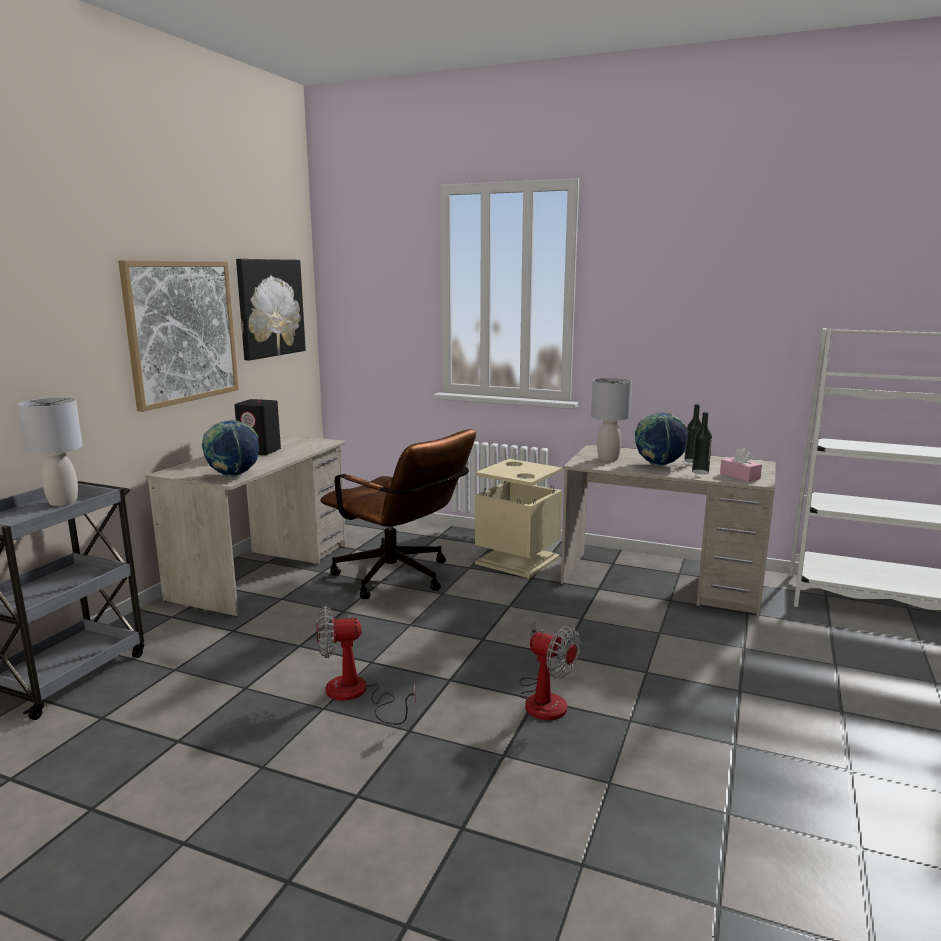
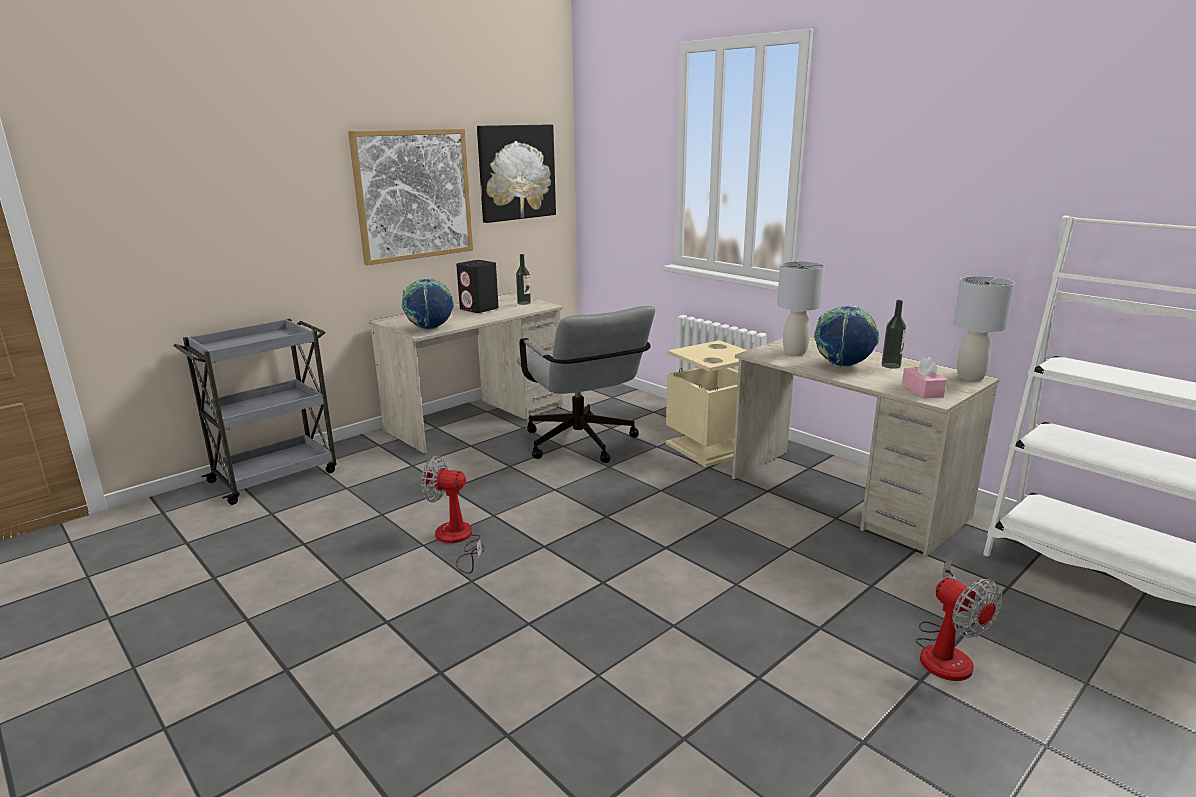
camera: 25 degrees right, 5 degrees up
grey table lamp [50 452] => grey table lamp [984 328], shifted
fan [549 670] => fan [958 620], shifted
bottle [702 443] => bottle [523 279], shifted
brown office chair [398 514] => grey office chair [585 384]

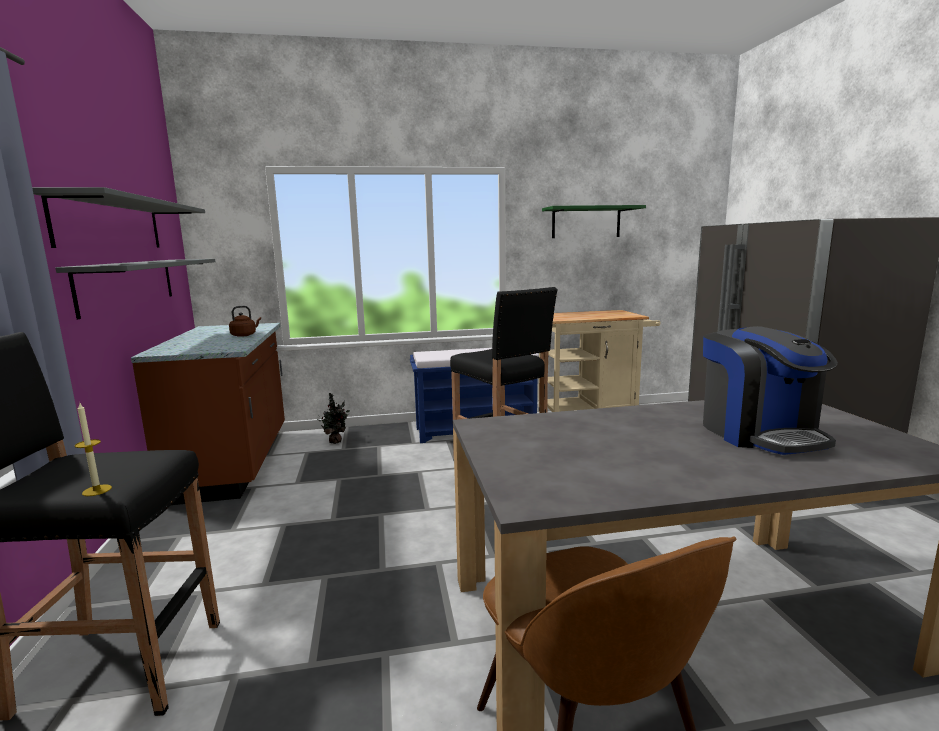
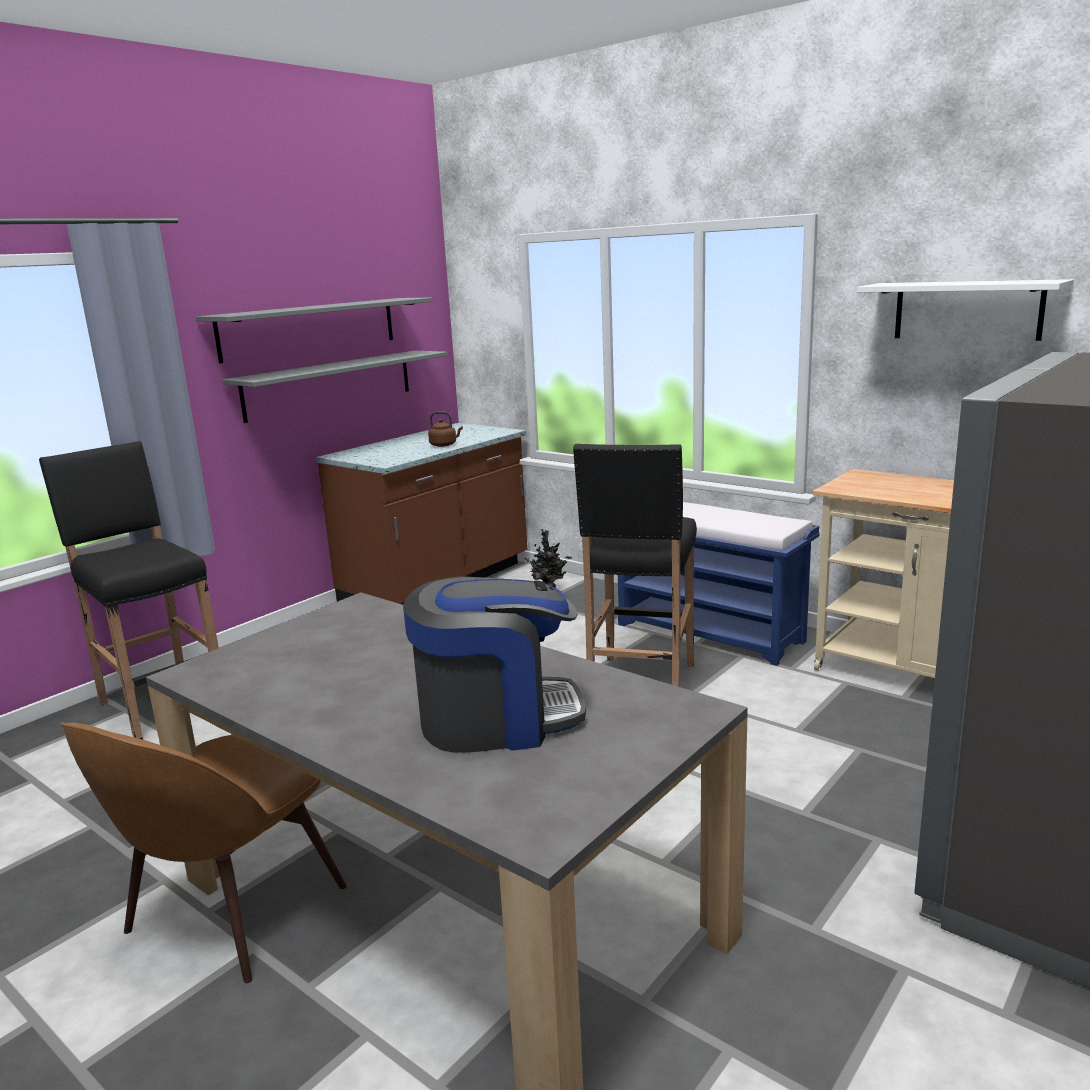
camera: 50 degrees right, 5 degrees up
candle [93 449] => nothing
green shelf [594 221] => white shelf [965 310]
coffee machine [770 390] => coffee machine [494 664], 135 degrees counterclockwise

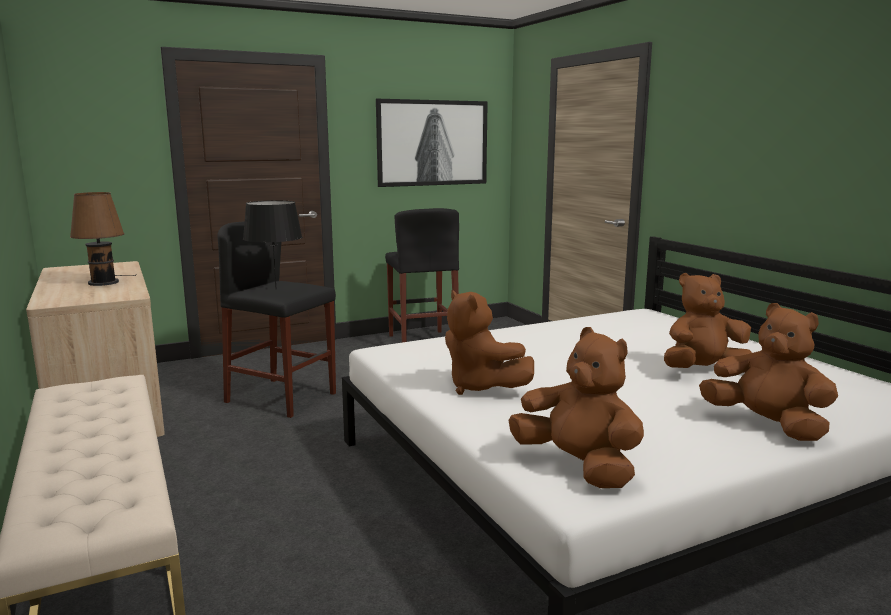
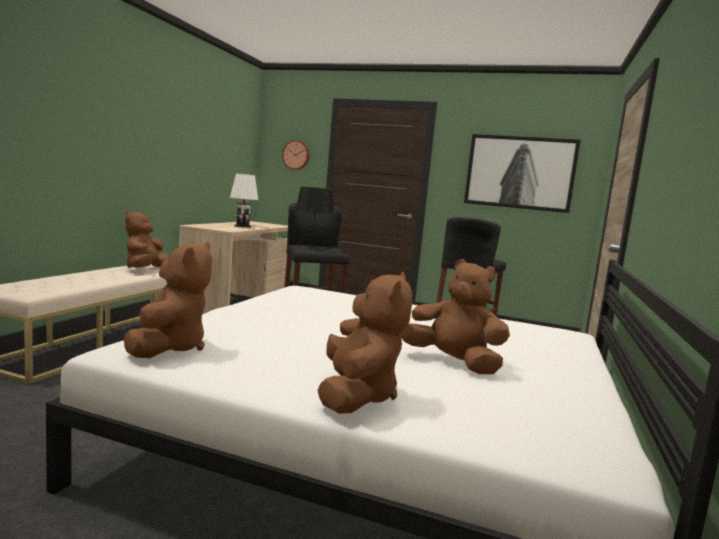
camera: 45 degrees right, 5 degrees down
nothing => wall clock [296 155]
brown plush toy [489 342] => brown plush toy [147 239], shifted
brown table lamp [103 239] => white table lamp [247 200]

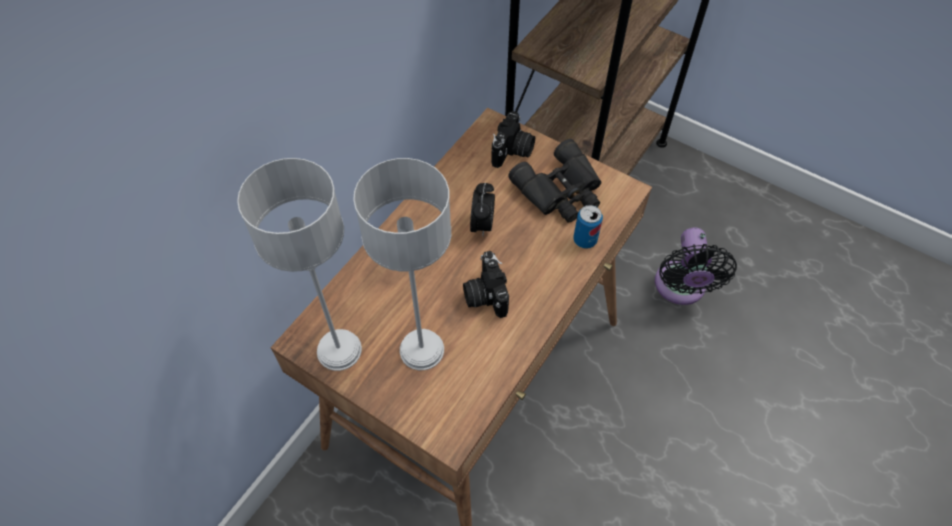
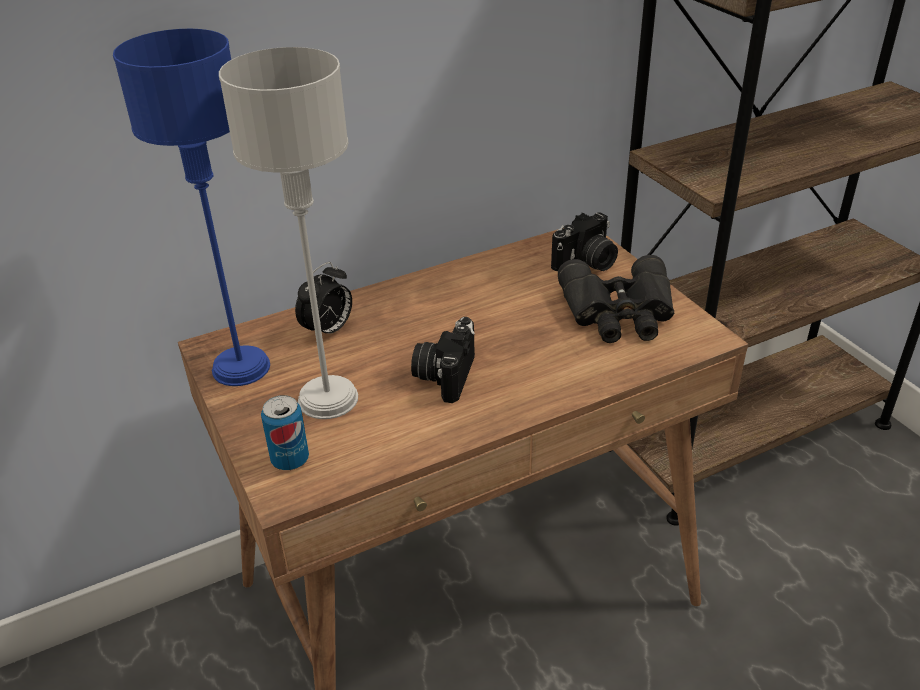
camera: 30 degrees right, 20 degrees down
black fan [696 266] => nothing
alarm clock [482 209] => alarm clock [323 298], shifted
can [588 227] => can [285 432], shifted
grey table lamp [299 264] => blue table lamp [191 207]

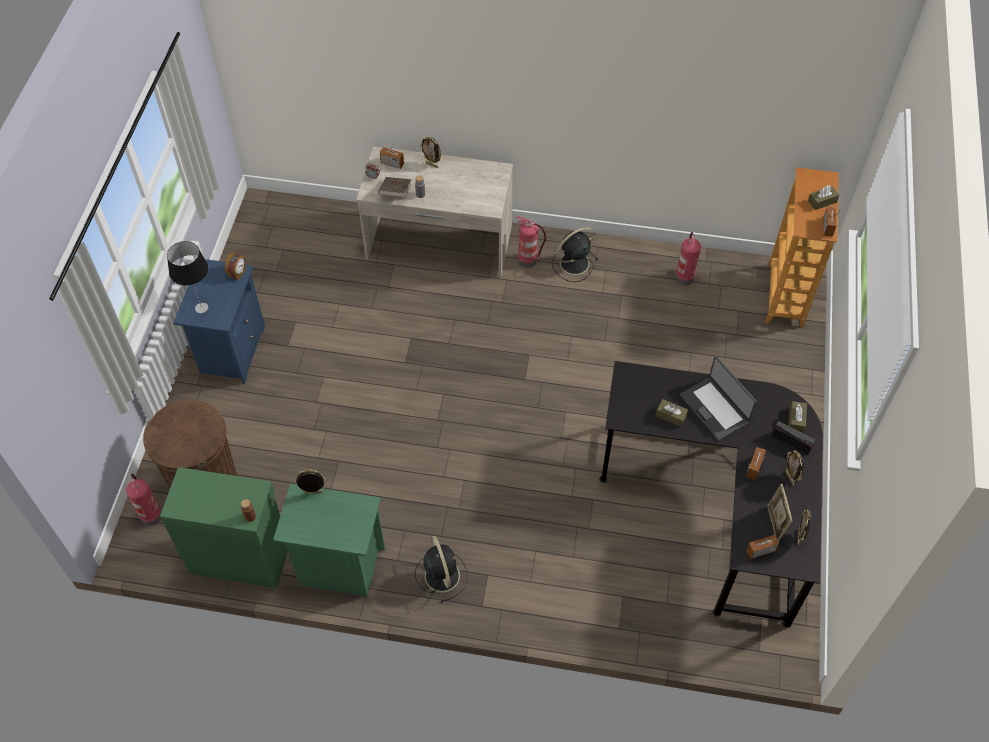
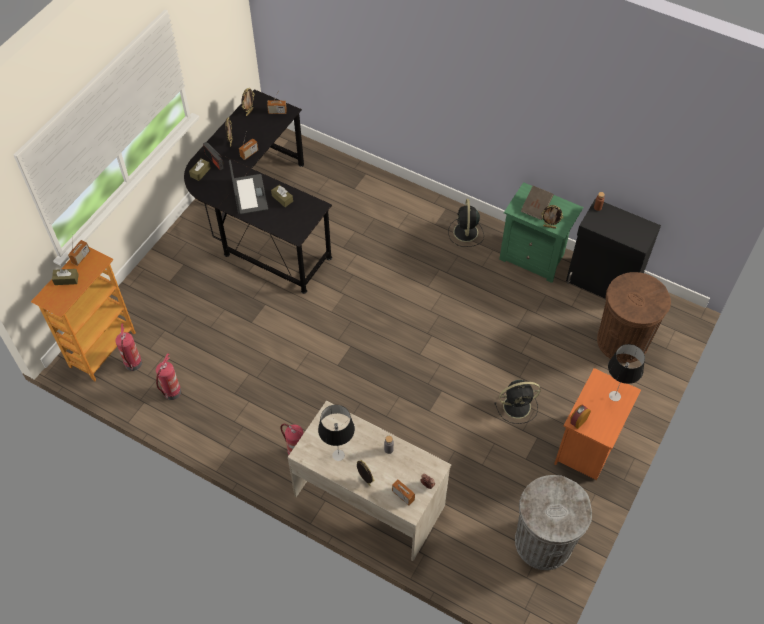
camera: 160 degrees left, 0 degrees up
picture frame [780 513] => nothing
nothing => table lamp [336 433]
nothing => grey trash can [553 522]
fire extinguisher [144 499] => fire extinguisher [128 347], shifted
brown book [394 187] => brown book [537 203], shifted
black fan [575 254] => black fan [517 402], shifted
green cabinet [224 527] => black cabinet [613 248]
blue nightstand [219 321] => orange nightstand [597 424]

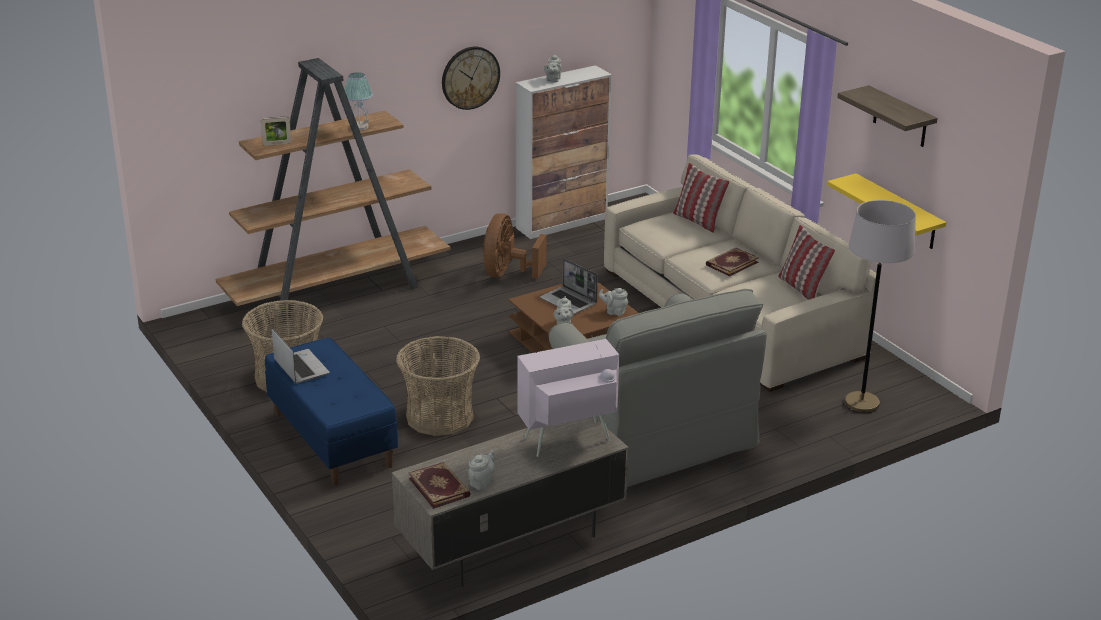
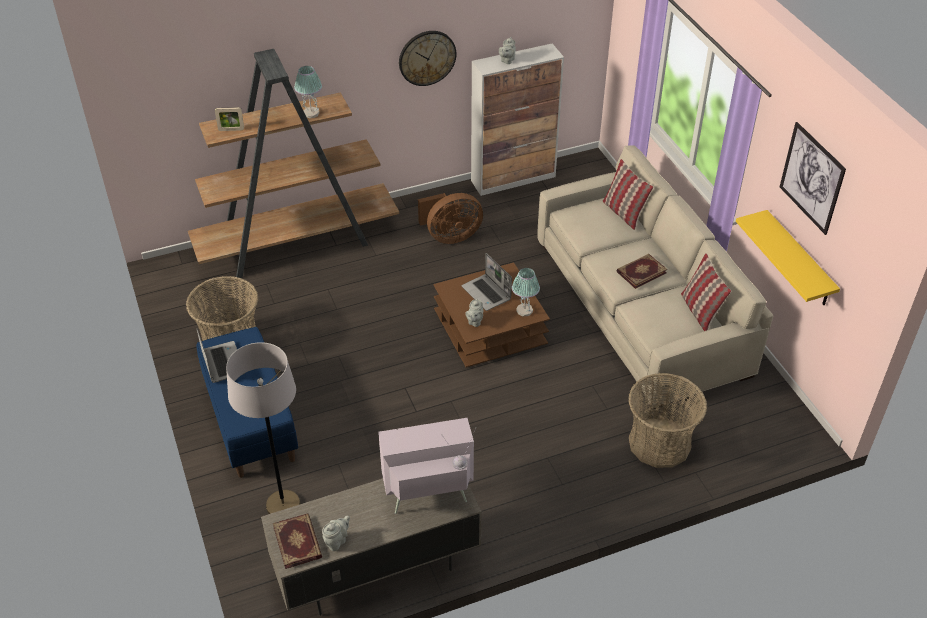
camera: 10 degrees right, 15 degrees up
grey armchair [658 388] => nothing
basket [438 386] => basket [667 420], shifted
grey floor lamp [880 306] => grey floor lamp [263 428], shifted
grey teapot [613 302] => table lamp [526 292]
shelf [887 116] => picture [813 178]
brown fan [514 245] => brown fan [450 218], 135 degrees counterclockwise

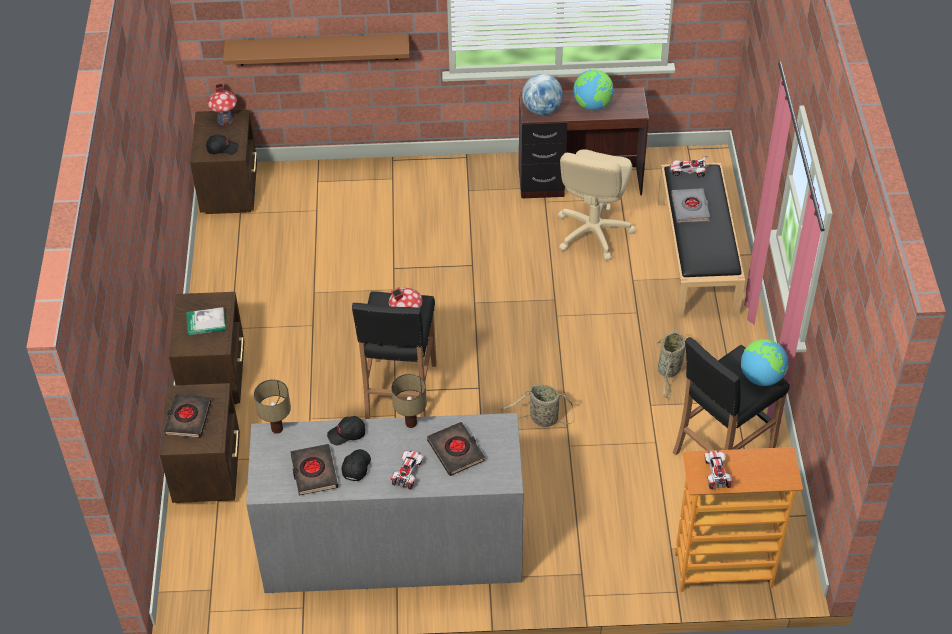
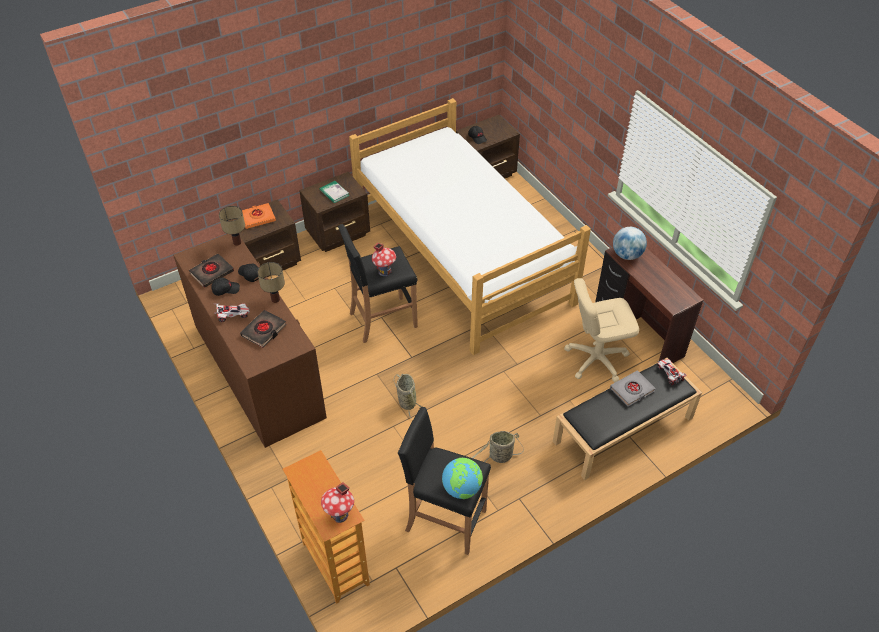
camera: 60 degrees right, 0 degrees up
brown shelf [316 49] => nothing
globe [593 89] => nothing
toy car [718 469] => nothing
nothing => bed [470 226]
toy house [222 103] => toy house [337 502], shifted
black book [187 416] => orange book [259 216]
grey dresser [385 503] => brown dresser [250 341]

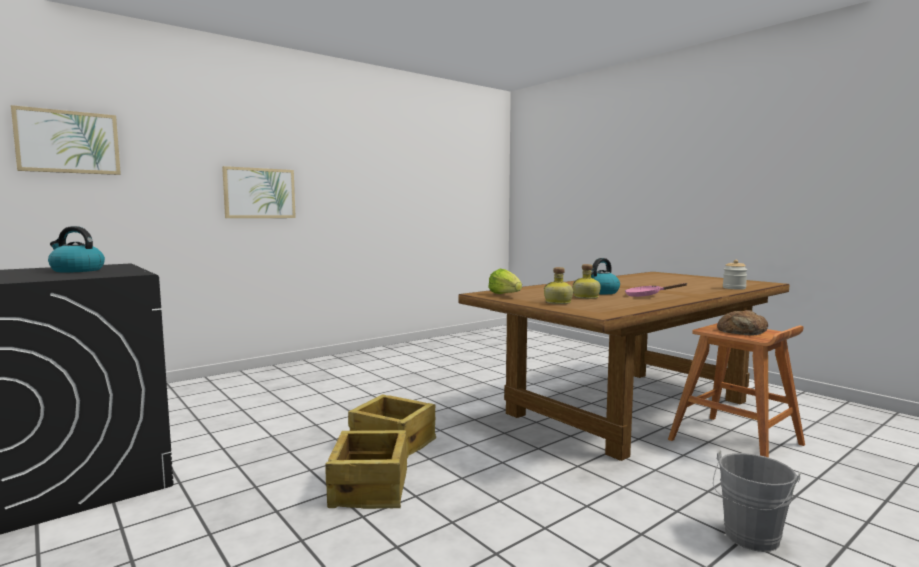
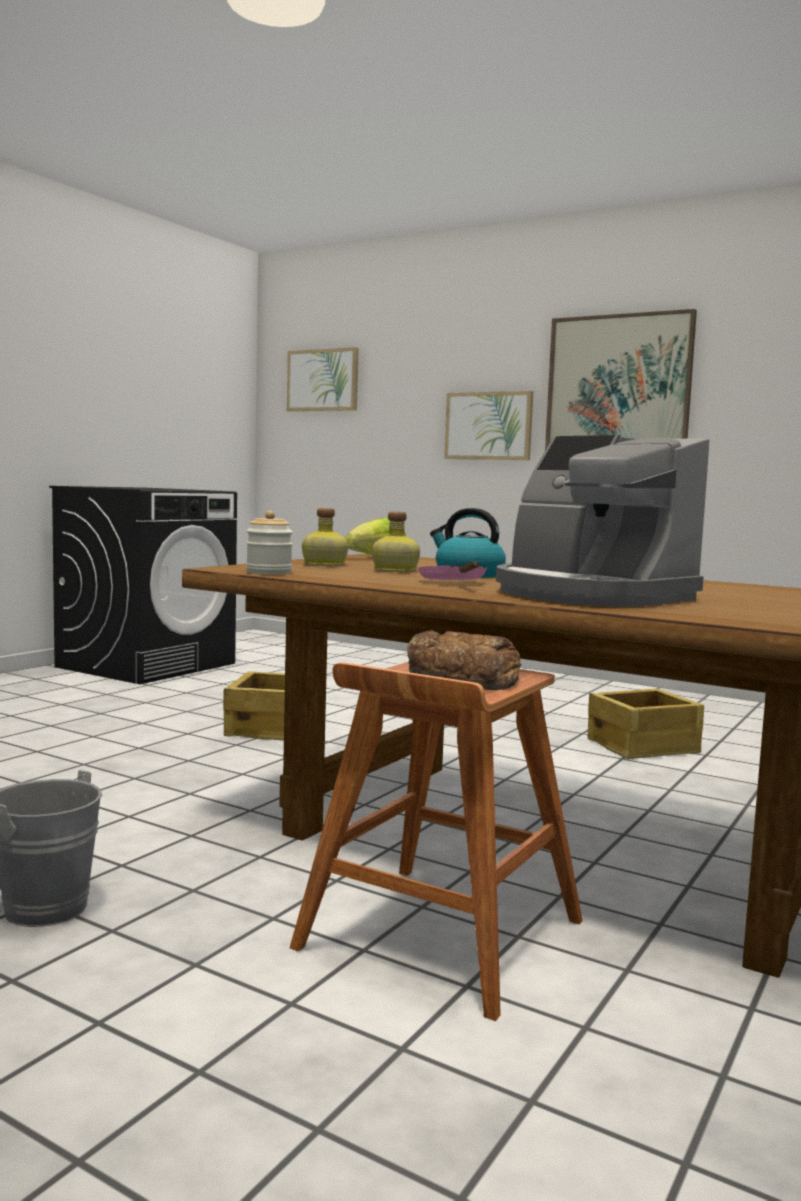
camera: 70 degrees right, 0 degrees up
kettle [76 249] => nothing
nothing => coffee machine [603 521]
nothing => picture [621 379]
crate [366 469] => crate [646 724], shifted
jar [735 275] => jar [269 543], shifted

